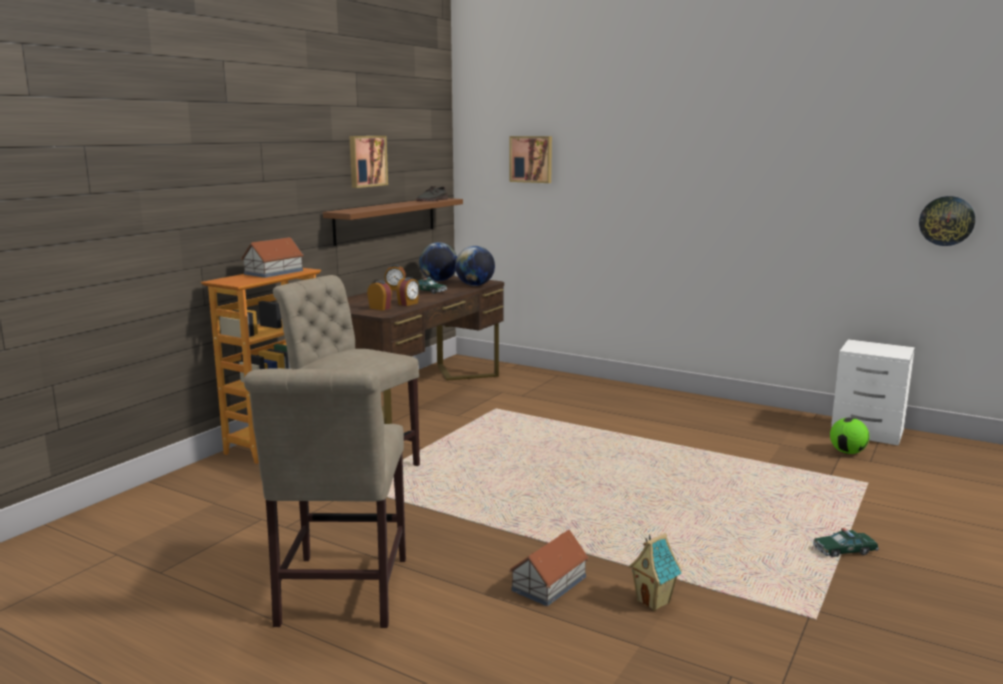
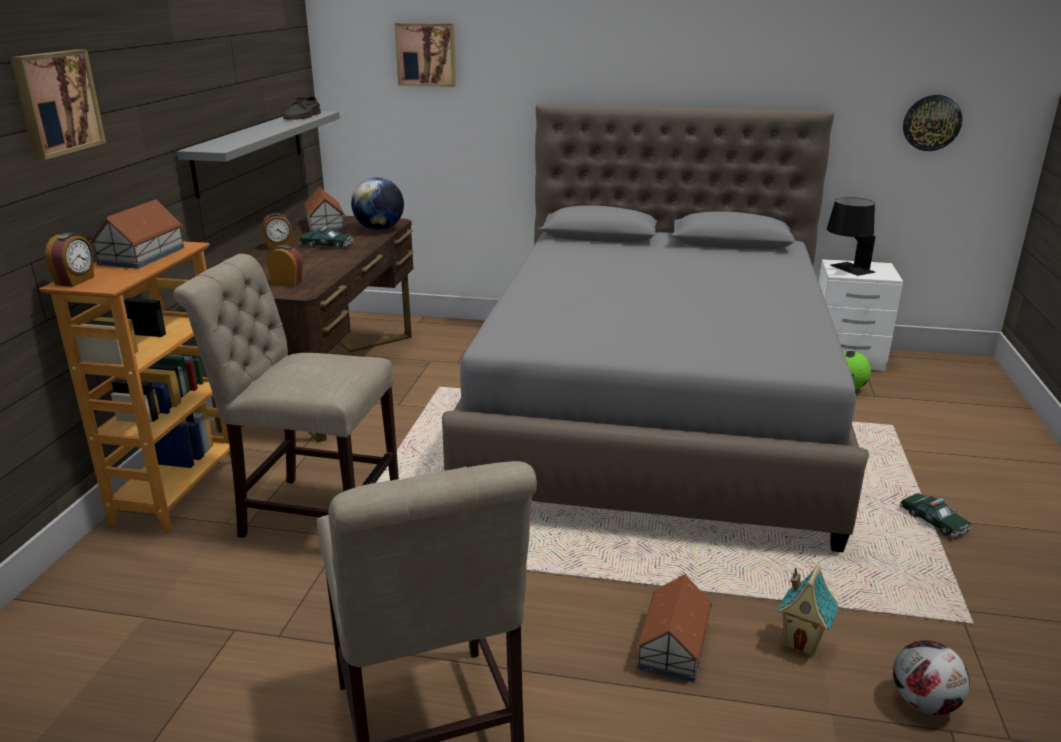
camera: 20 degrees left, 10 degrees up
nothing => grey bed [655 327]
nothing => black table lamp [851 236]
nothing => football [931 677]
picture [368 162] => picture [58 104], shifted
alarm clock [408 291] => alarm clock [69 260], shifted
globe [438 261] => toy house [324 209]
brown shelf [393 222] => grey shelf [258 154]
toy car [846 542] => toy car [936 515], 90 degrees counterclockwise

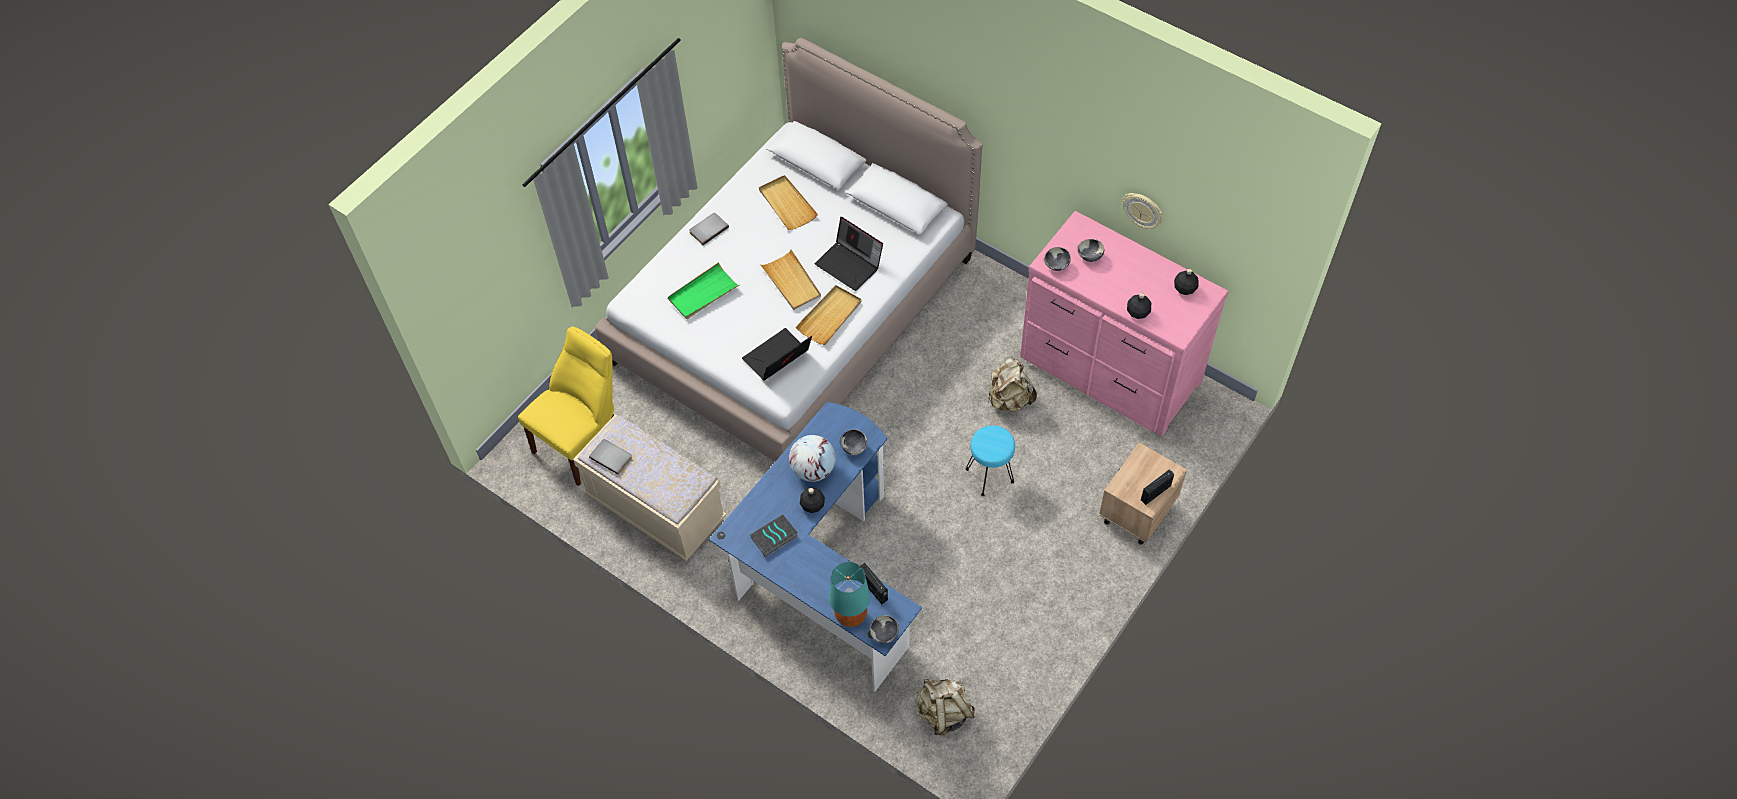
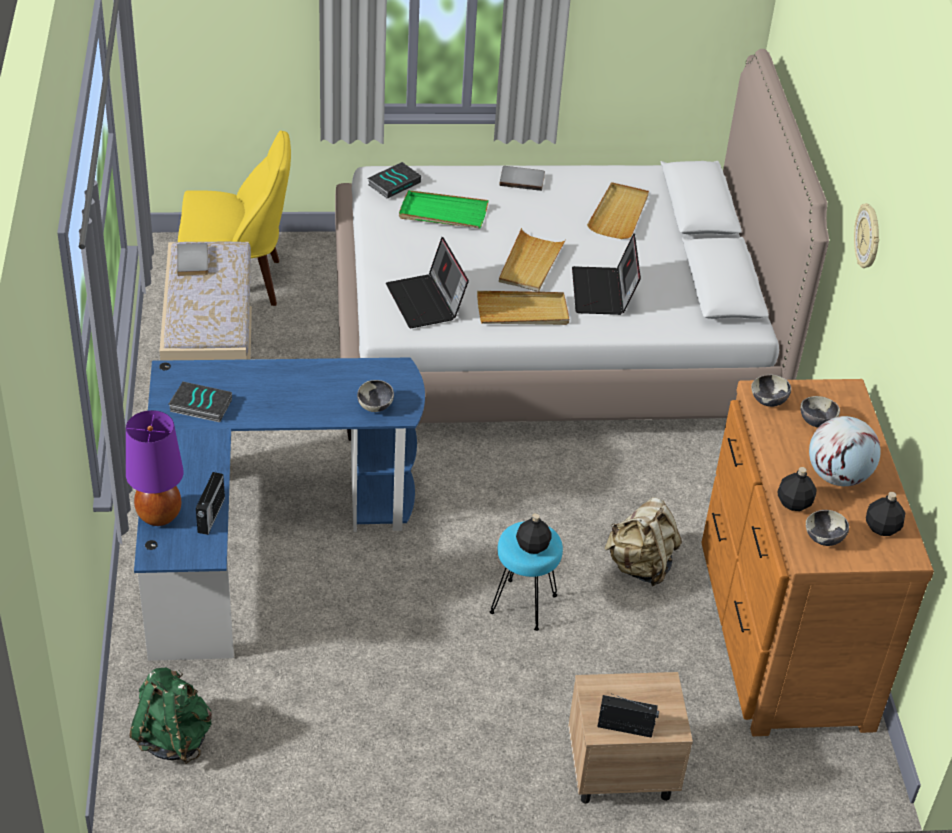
camera: 45 degrees right, 15 degrees down
nothing => book [394 180]
globe [812 458] => globe [845 451], shifted
black bottle [812 500] => black bottle [534 534], shifted
bowl [884 629] => bowl [827 528], shifted
wall clock [1143 211] => wall clock [866 235], shifted
turquoise table lamp [849 594] => purple table lamp [155 468]
beige backpack [945 707] => green backpack [171 716]
pink dresser [1124 324] => brown dresser [817 557]
laptop [777 354] => laptop [427 282], 120 degrees counterclockwise

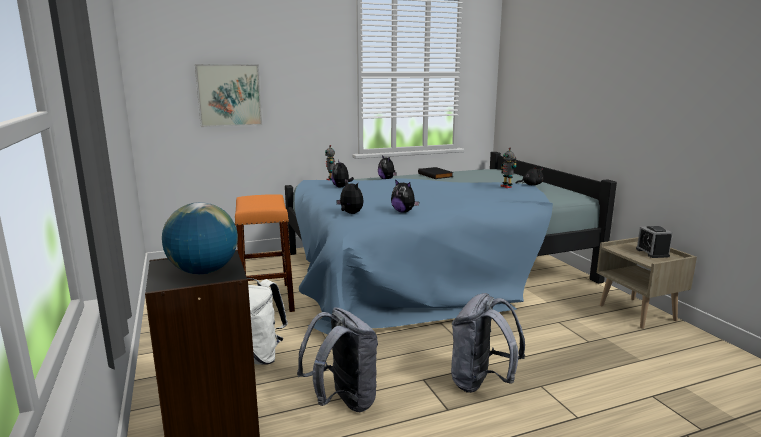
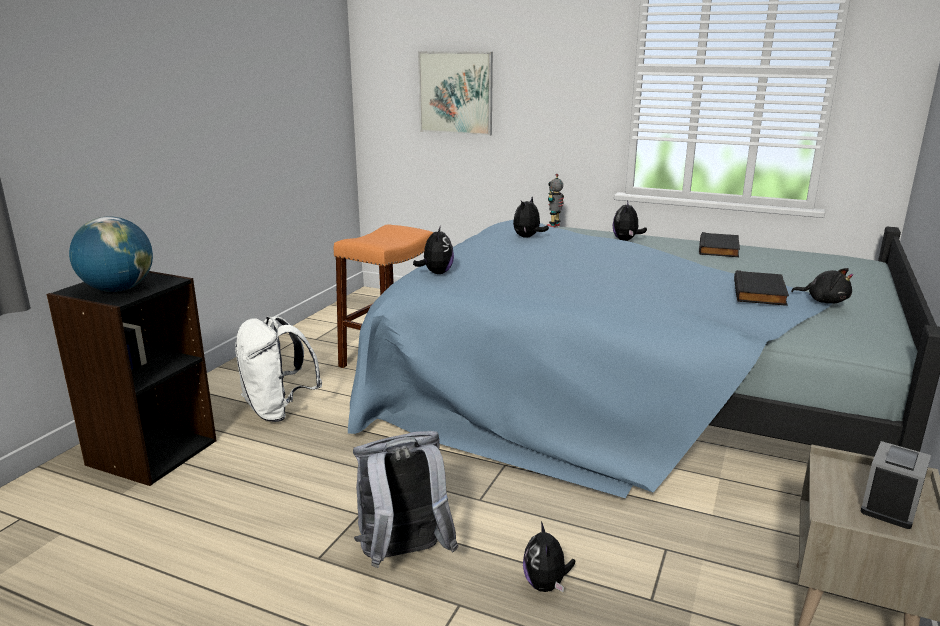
camera: 45 degrees right, 5 degrees up
grey backpack [337 359] => nothing
plush toy [405 196] => plush toy [549 556], shifted
toy robot [508 168] => black book [761 288]

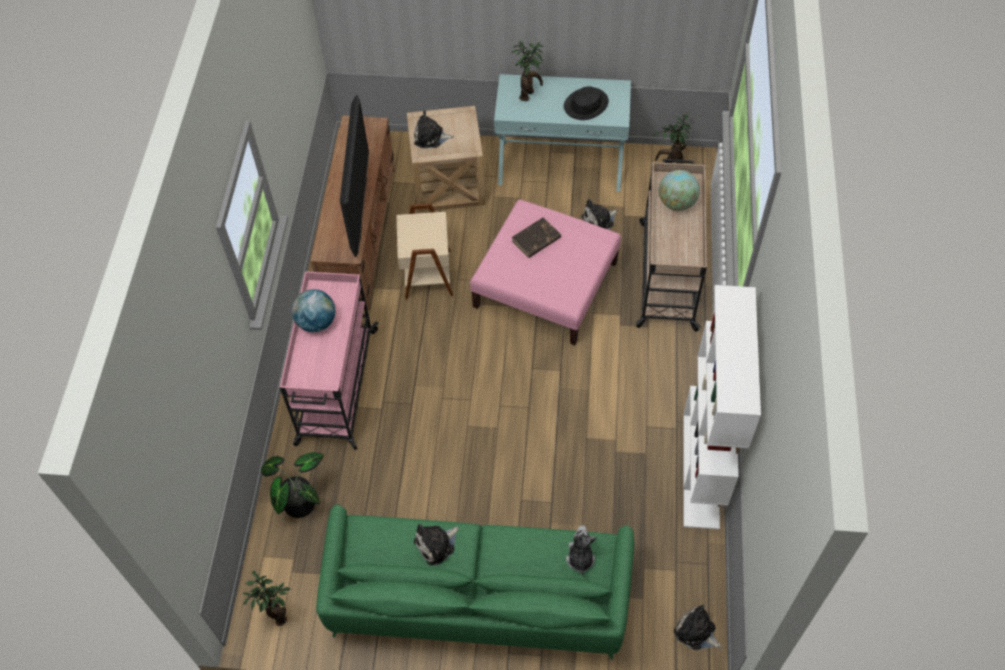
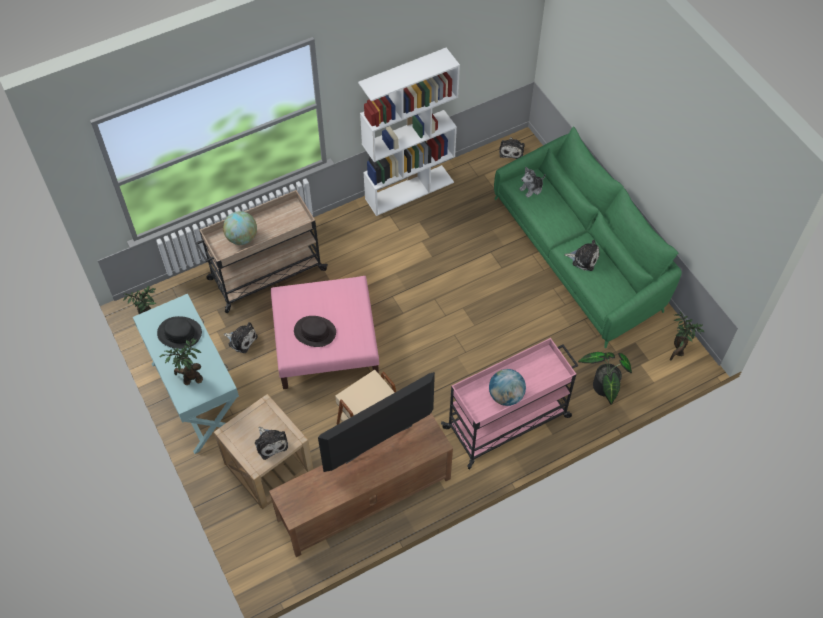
camera: 125 degrees left, 0 degrees up
brown book [536 237] => black hat [315 331]

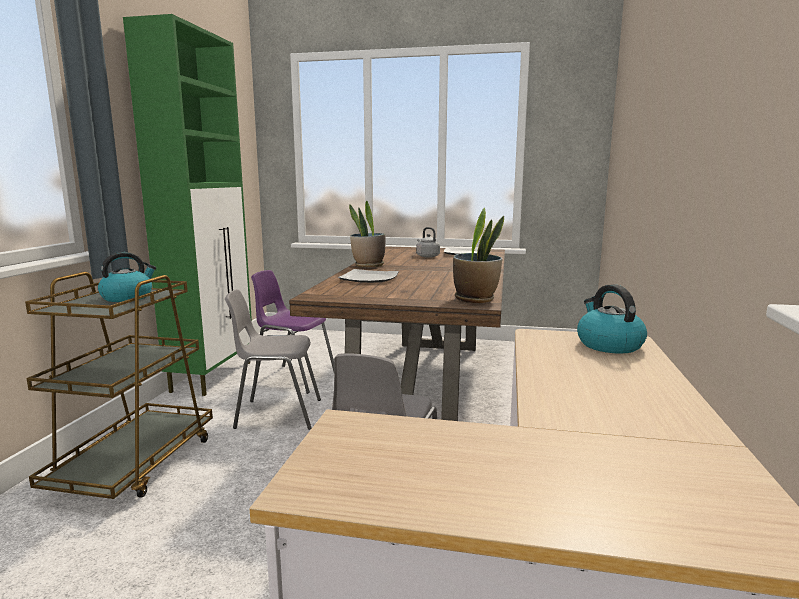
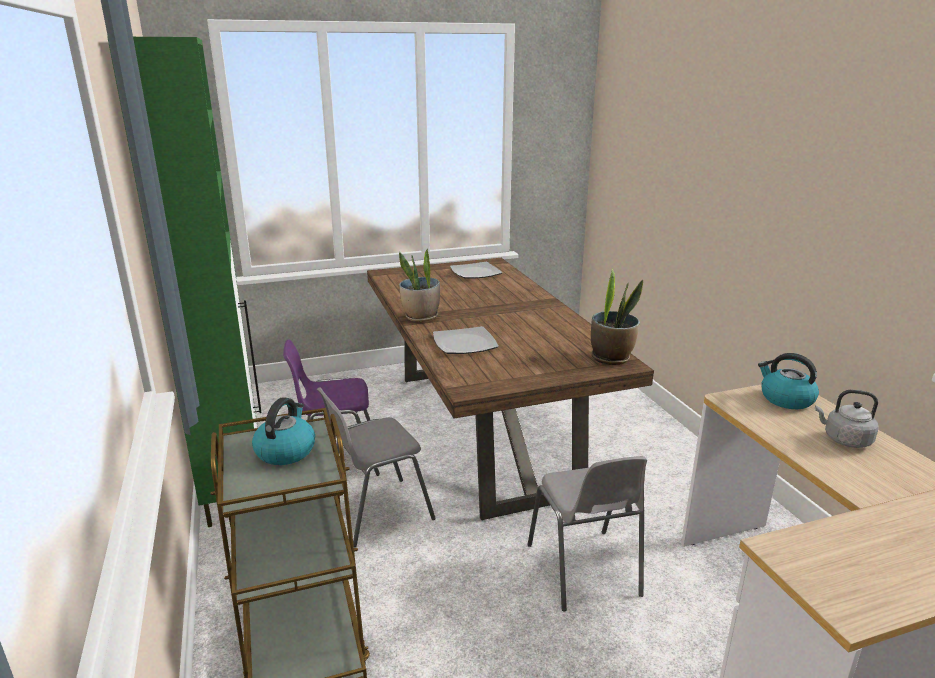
camera: 30 degrees left, 10 degrees up
grey kettle [428 242] => grey kettle [847 419], shifted

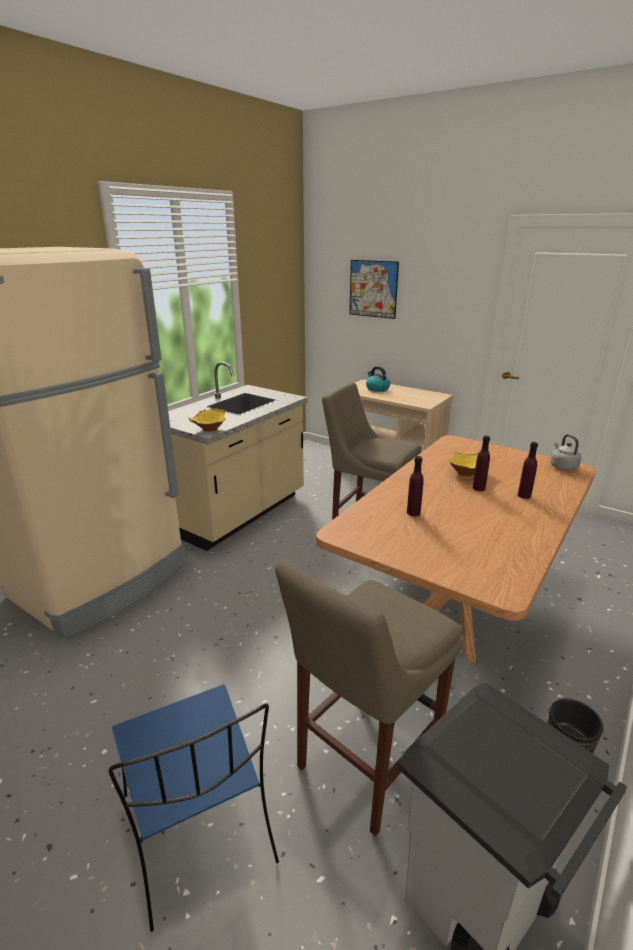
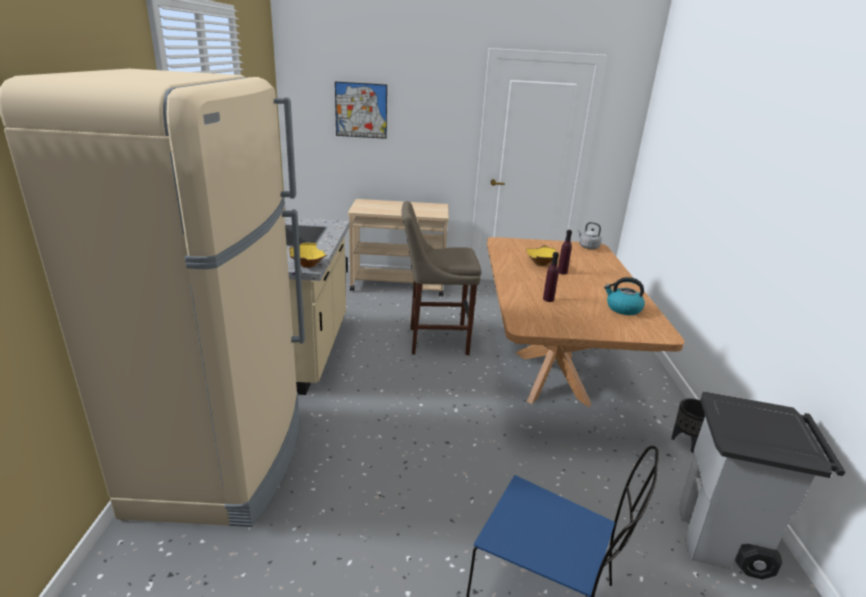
camera: 35 degrees left, 0 degrees up
beige stool [369 698] => nothing
purple bottle [528 470] => nothing
kettle [378 379] => kettle [624 296], shifted

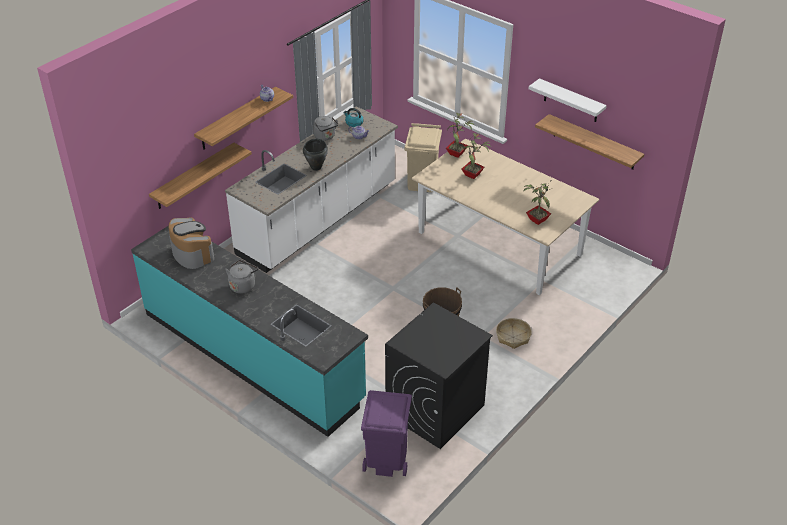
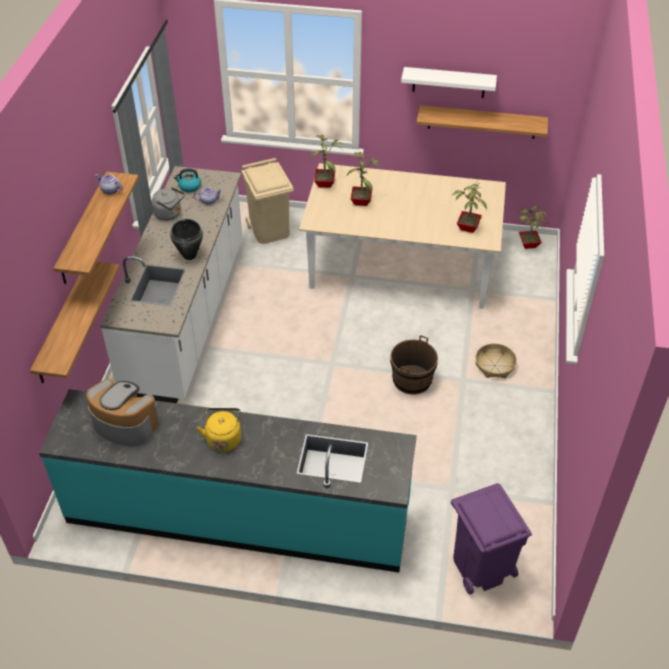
camera: 30 degrees left, 5 degrees up
black washing machine [439 375] => nothing
nothing => potted plant [533 224]
grey kettle [242 277] => yellow kettle [219 430]

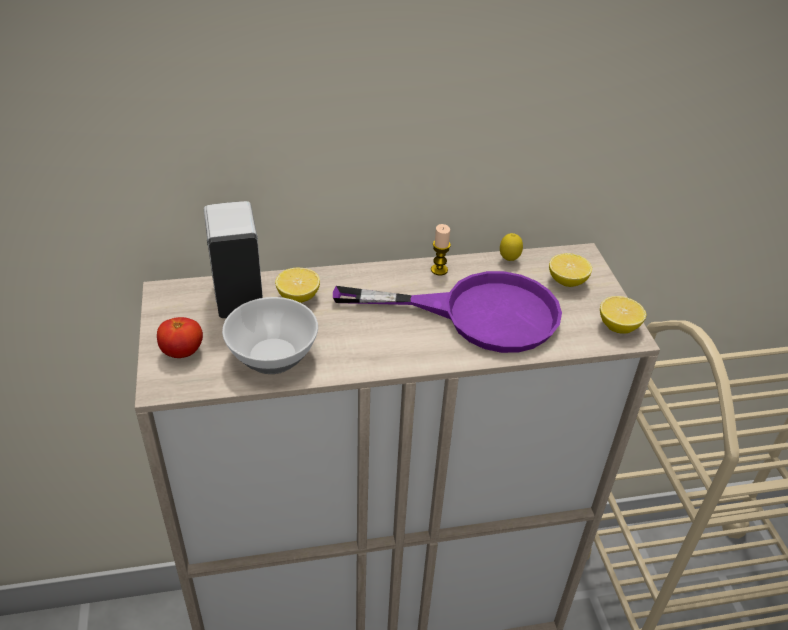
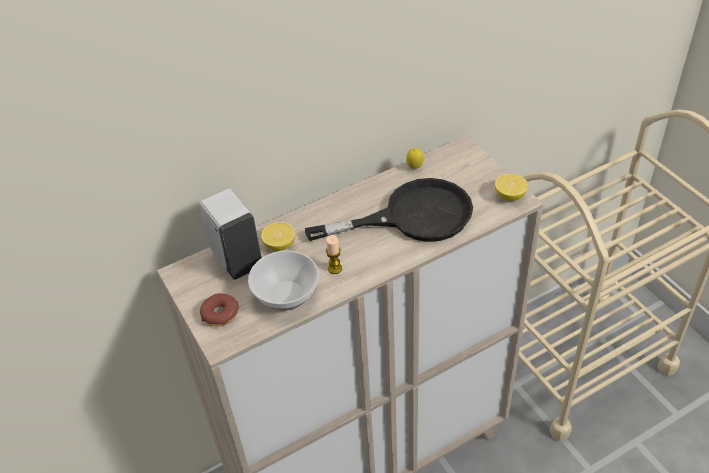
camera: 15 degrees left, 5 degrees up
lemon [570 270] => nothing
candle [441 249] => candle [334 254], shifted
tomato [180 337] => donut [219 309]
purple frying pan [447 312] => black frying pan [389 210]

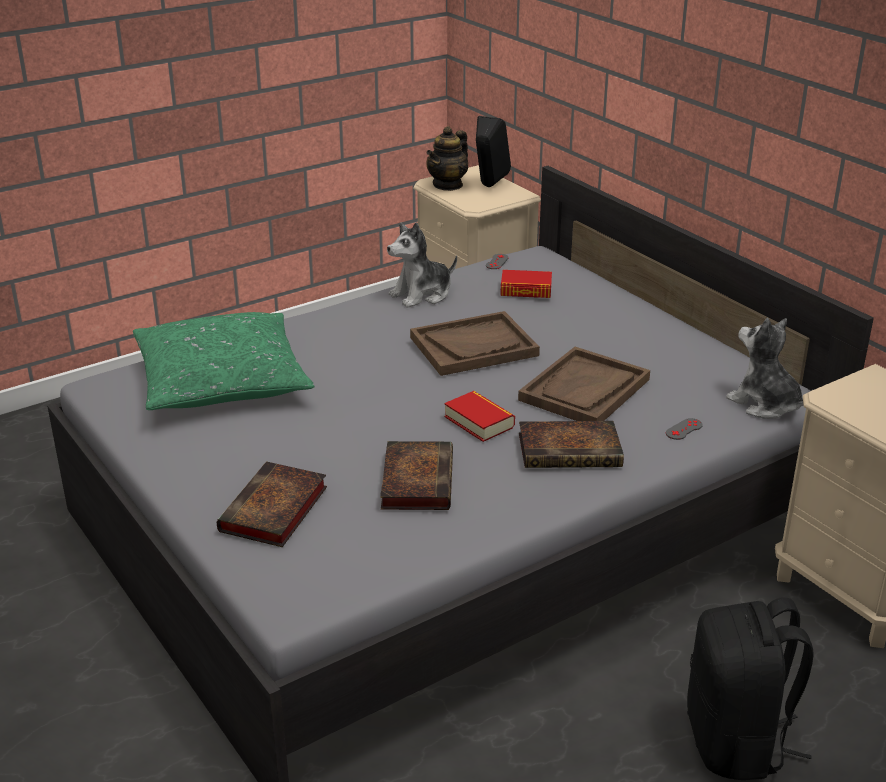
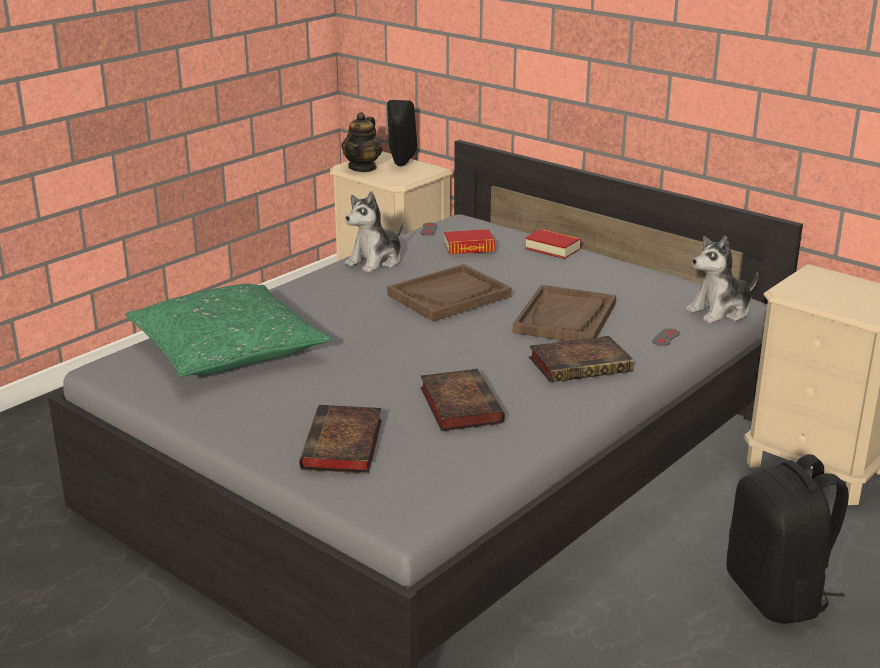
camera: 15 degrees left, 5 degrees down
book [479 416] => book [553 244], shifted
plush toy [769 368] => plush toy [722 279], 60 degrees counterclockwise

